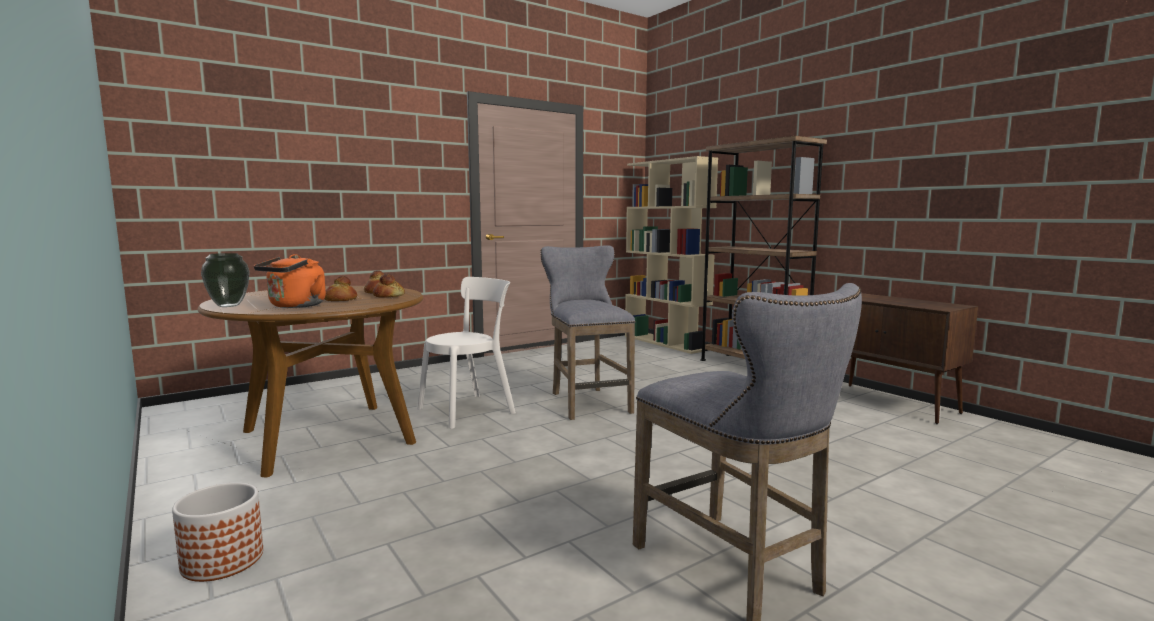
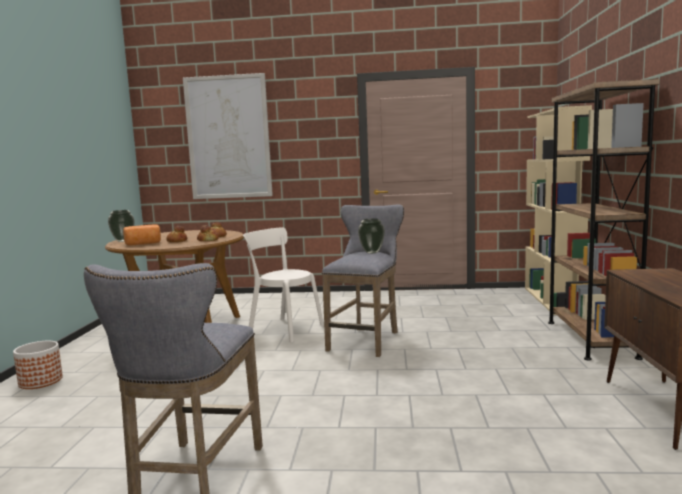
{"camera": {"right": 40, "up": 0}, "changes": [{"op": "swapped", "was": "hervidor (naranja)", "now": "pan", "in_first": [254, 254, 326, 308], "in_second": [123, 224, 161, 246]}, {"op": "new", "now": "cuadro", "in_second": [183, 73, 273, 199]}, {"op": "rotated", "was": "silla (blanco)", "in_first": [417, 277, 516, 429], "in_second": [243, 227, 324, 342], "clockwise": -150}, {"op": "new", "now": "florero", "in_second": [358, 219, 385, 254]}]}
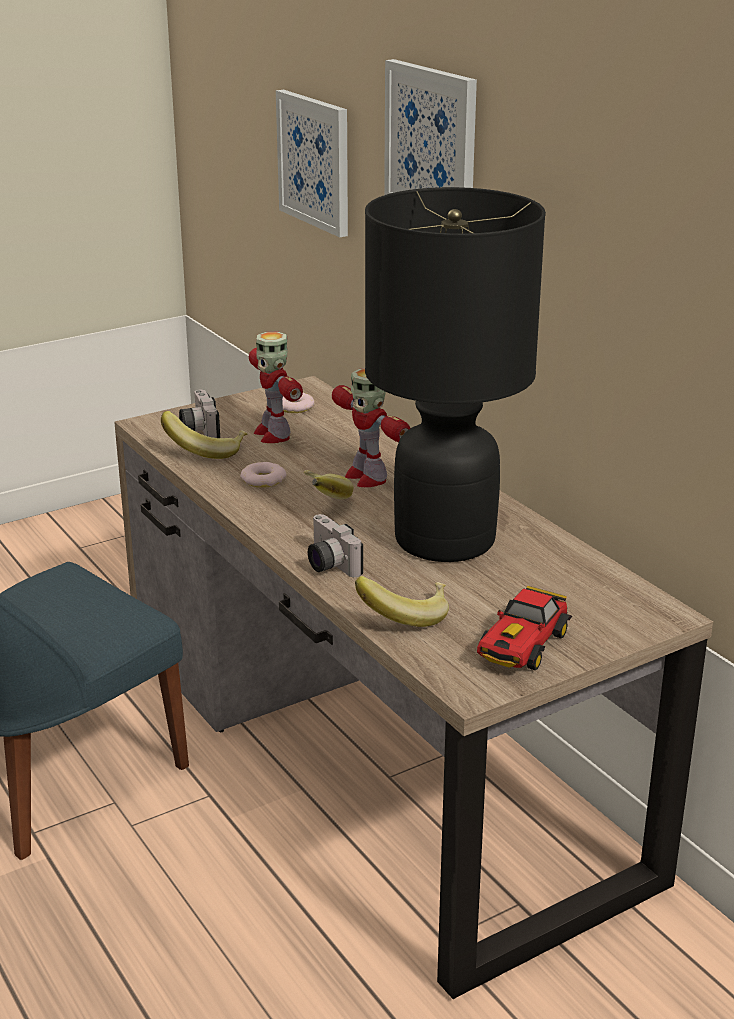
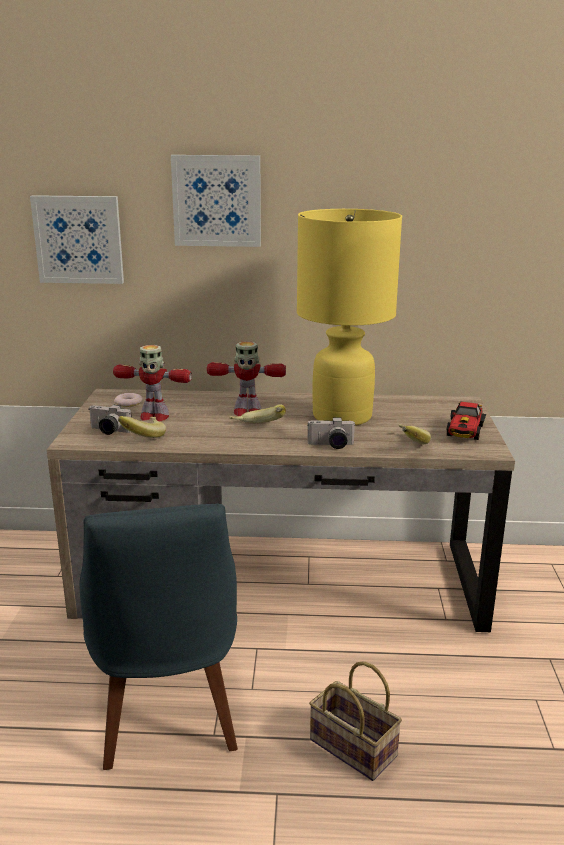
{"camera": {"right": -55, "up": -5}, "changes": [{"op": "repainted", "was": "lámpara de mesa (negro)", "now": "lámpara de mesa (amarillo)", "in_first": [365, 187, 546, 562], "in_second": [297, 209, 402, 426]}, {"op": "new", "now": "cesta", "in_second": [309, 661, 402, 781]}, {"op": "rotated", "was": "coche de juguete", "in_first": [477, 586, 572, 670], "in_second": [446, 402, 486, 440], "clockwise": 45}, {"op": "gone", "was": "rosquilla", "in_first": [240, 462, 287, 488]}]}
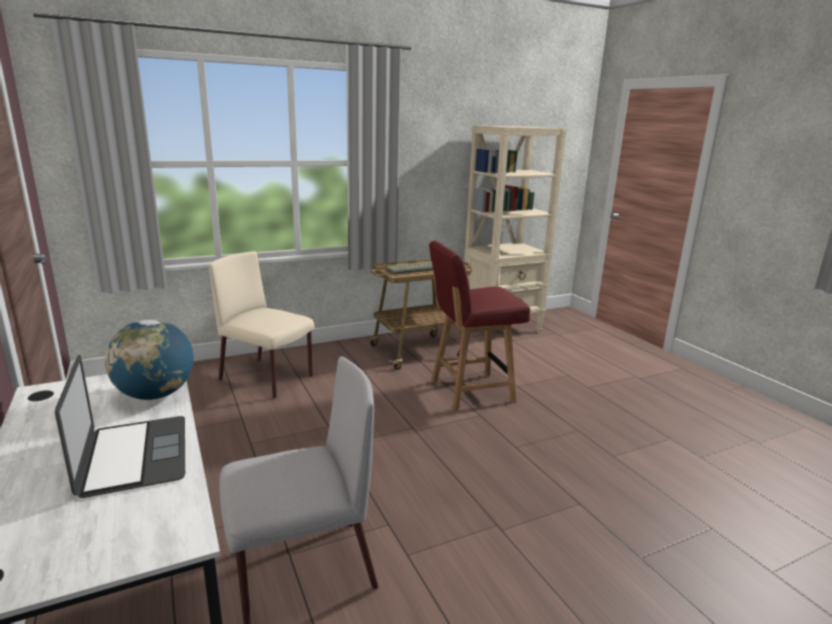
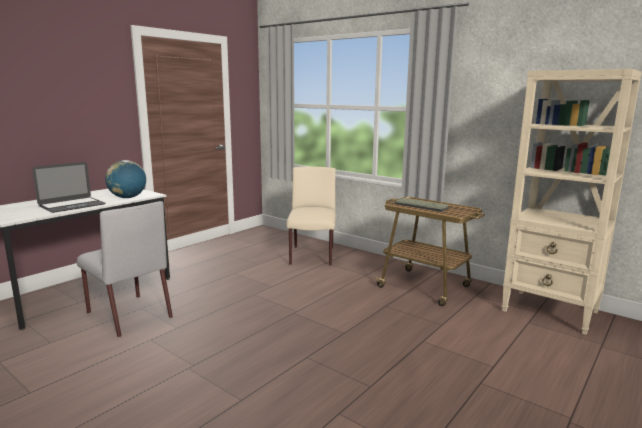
{"camera": {"right": 65, "up": -5}, "changes": [{"op": "gone", "was": "silla (rojo)", "in_first": [429, 241, 530, 411]}]}
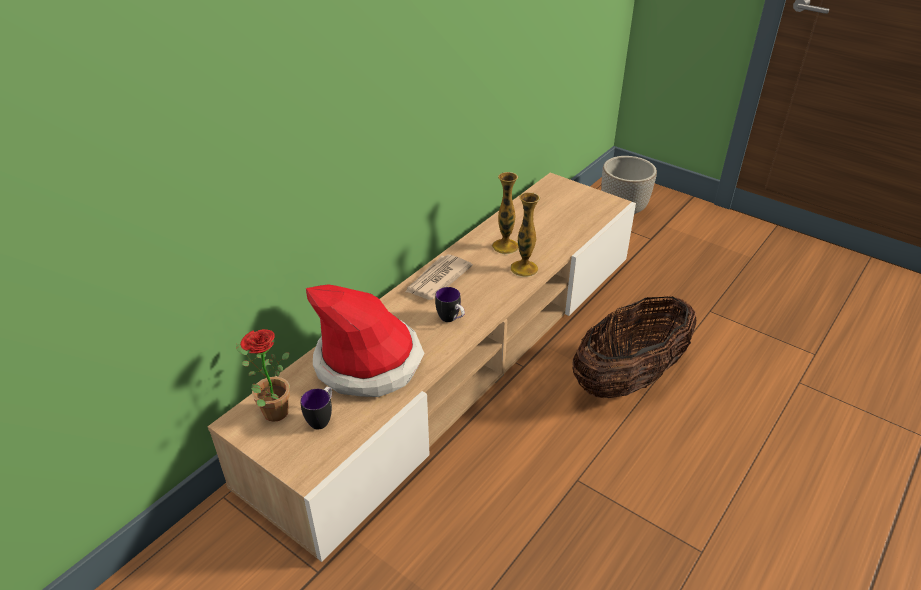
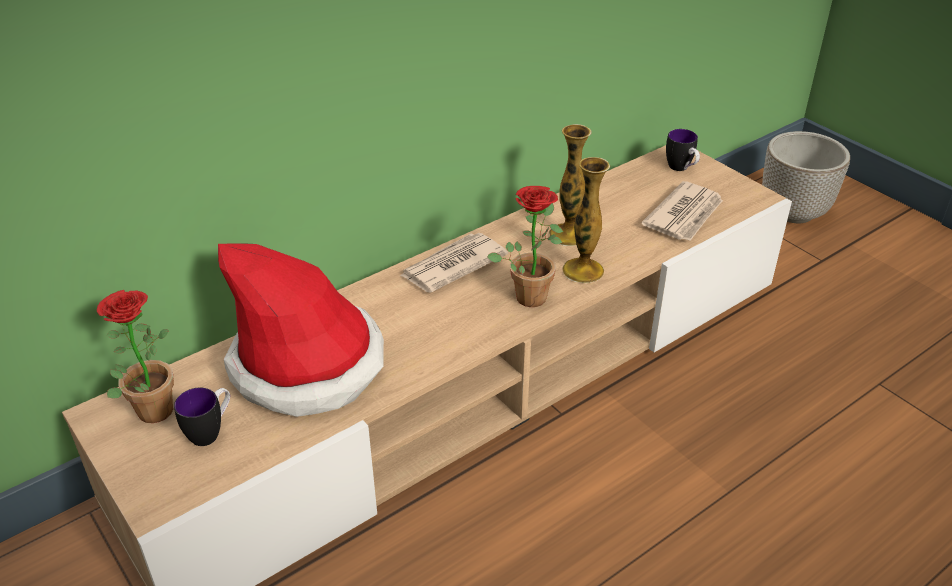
{"camera": {"right": 15, "up": 0}, "changes": [{"op": "new", "now": "planta en maceta", "in_second": [487, 186, 563, 307]}, {"op": "new", "now": "periódico", "in_second": [642, 181, 723, 241]}, {"op": "shifted", "was": "taza grande", "in_first": [435, 287, 465, 322], "in_second": [666, 129, 700, 171]}, {"op": "gone", "was": "cesta", "in_first": [572, 296, 696, 398]}]}
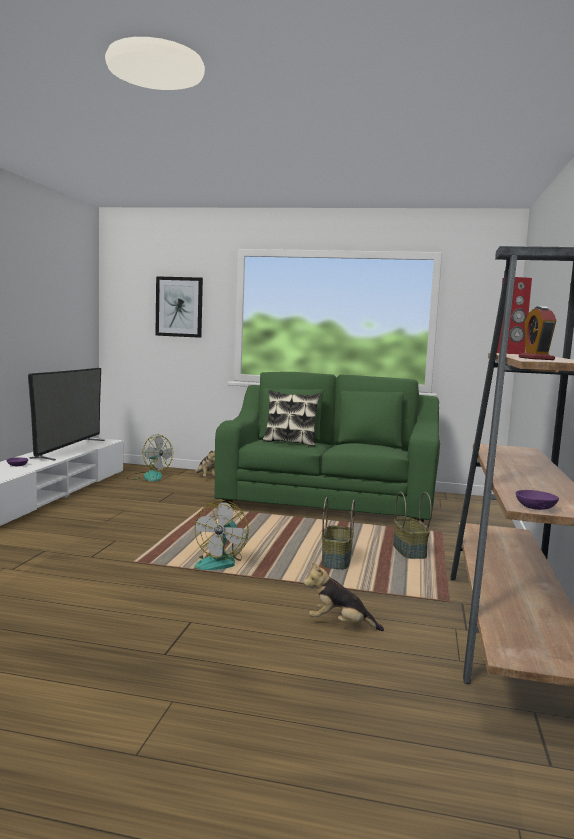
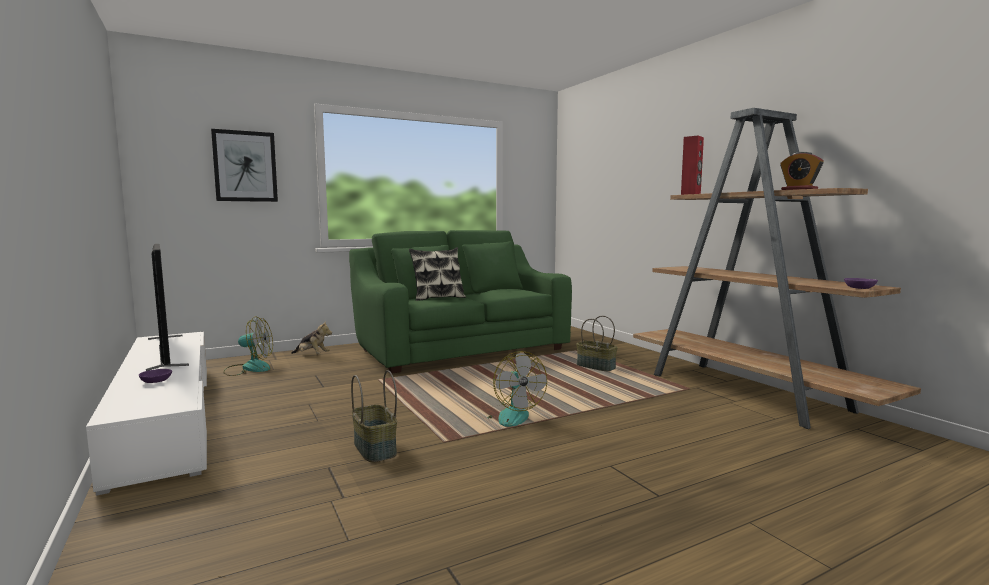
{"camera": {"right": -40, "up": 0}, "changes": [{"op": "shifted", "was": "cesta", "in_first": [322, 497, 355, 570], "in_second": [351, 370, 397, 462]}, {"op": "gone", "was": "peluche", "in_first": [303, 562, 384, 631]}]}
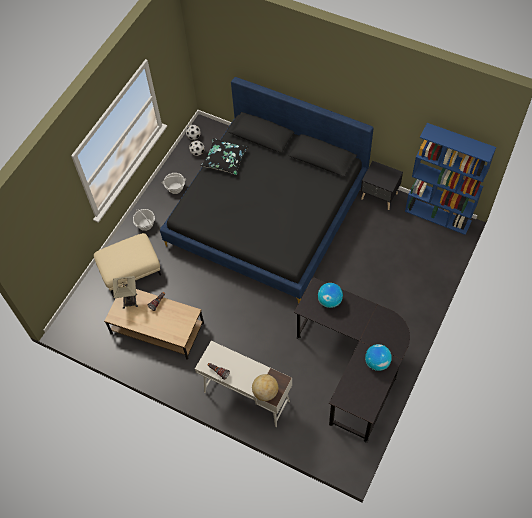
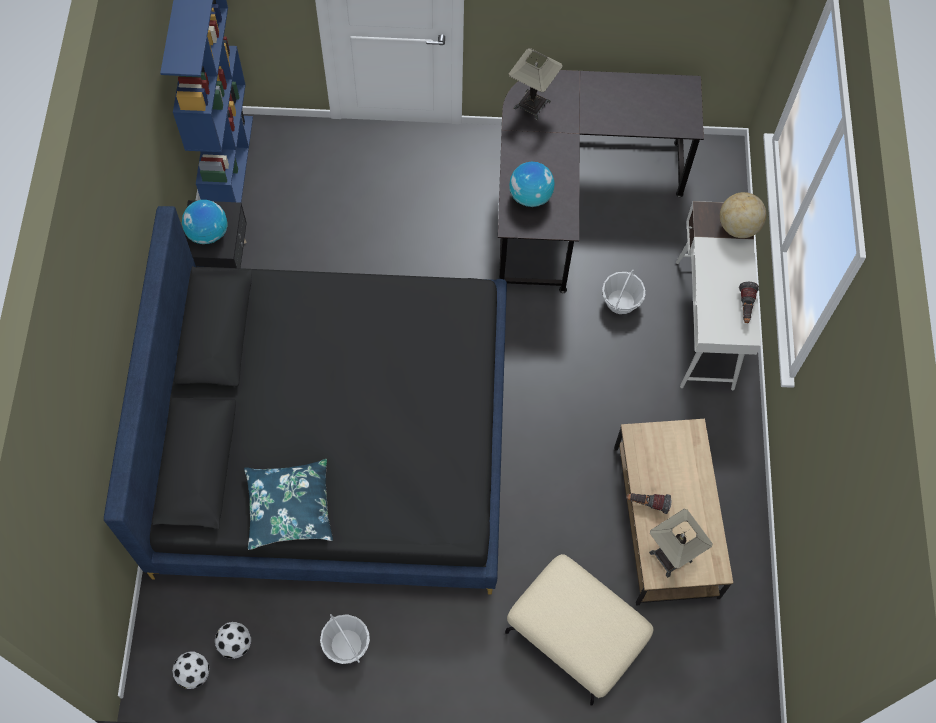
{"camera": {"right": -120, "up": 5}, "changes": [{"op": "shifted", "was": "globo terráqueo", "in_first": [365, 344, 392, 371], "in_second": [182, 200, 227, 244]}, {"op": "repainted", "was": "cojín (negro)", "now": "cojín (azul)", "in_first": [201, 138, 249, 175], "in_second": [244, 459, 333, 550]}, {"op": "new", "now": "lámpara de mesa", "in_second": [509, 48, 563, 120]}, {"op": "shifted", "was": "cesta", "in_first": [133, 209, 155, 231], "in_second": [602, 270, 645, 314]}]}
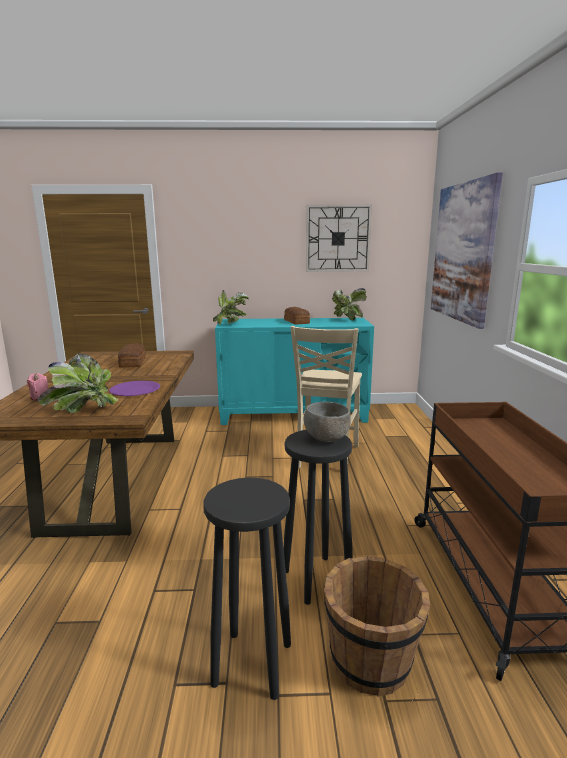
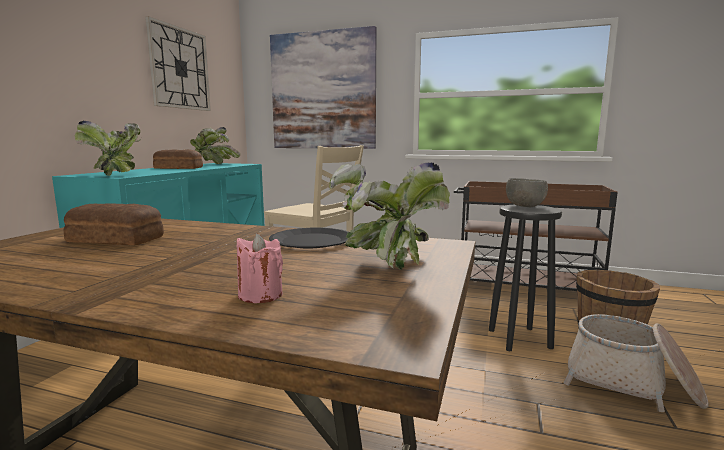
{"camera": {"right": -70, "up": -5}, "changes": [{"op": "repainted", "was": "plato (morado)", "now": "plato (negro)", "in_first": [109, 381, 160, 396], "in_second": [269, 228, 348, 248]}, {"op": "swapped", "was": "taburete (negro)", "now": "cesta", "in_first": [204, 478, 291, 700], "in_second": [564, 314, 709, 412]}]}
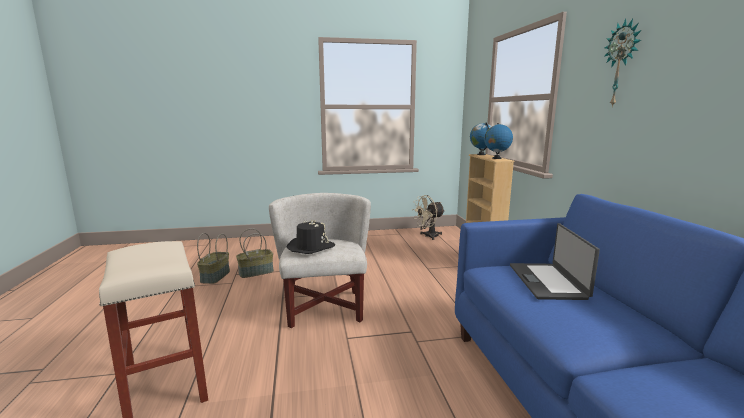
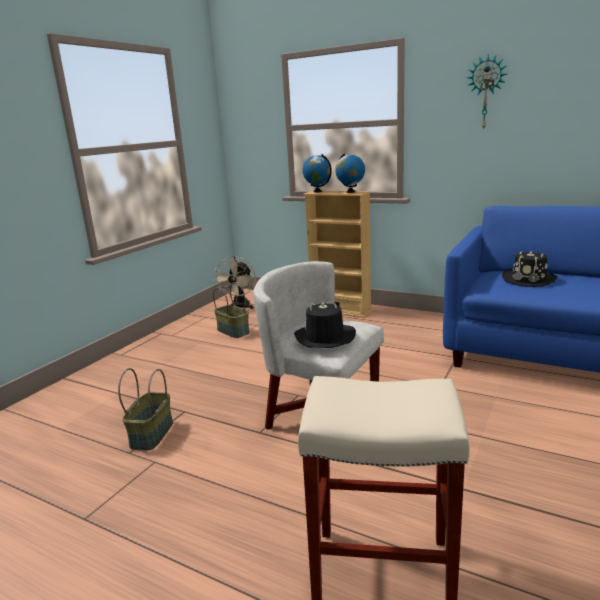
{"camera": {"right": -50, "up": 5}, "changes": [{"op": "shifted", "was": "cesta", "in_first": [197, 233, 230, 284], "in_second": [213, 282, 250, 338]}, {"op": "swapped", "was": "portátil", "now": "sombrero (negro)", "in_first": [510, 223, 600, 300], "in_second": [502, 251, 558, 287]}]}
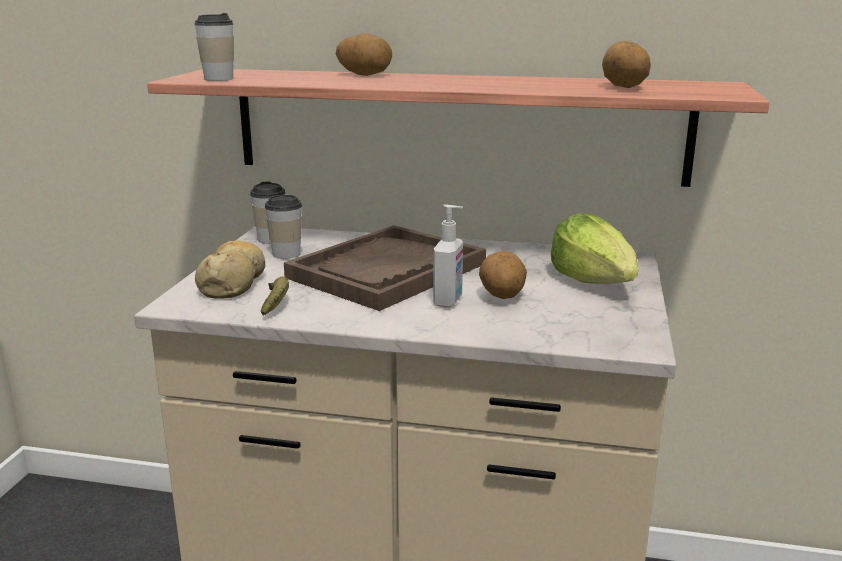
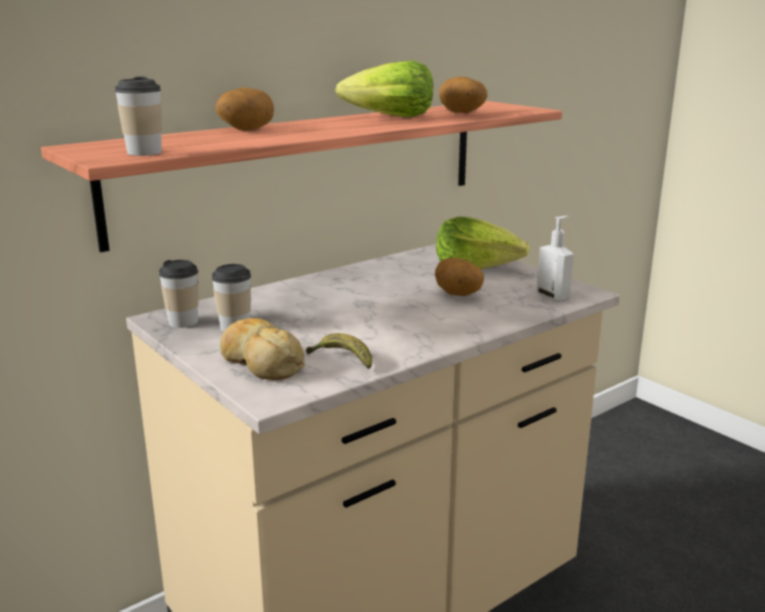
{"camera": {"right": -50, "up": 0}, "changes": [{"op": "new", "now": "lechuga", "in_second": [335, 61, 433, 117]}, {"op": "shifted", "was": "dispensador de jabón", "in_first": [433, 204, 463, 308], "in_second": [537, 216, 574, 302]}, {"op": "gone", "was": "bandeja (marrón)", "in_first": [284, 225, 486, 311]}]}
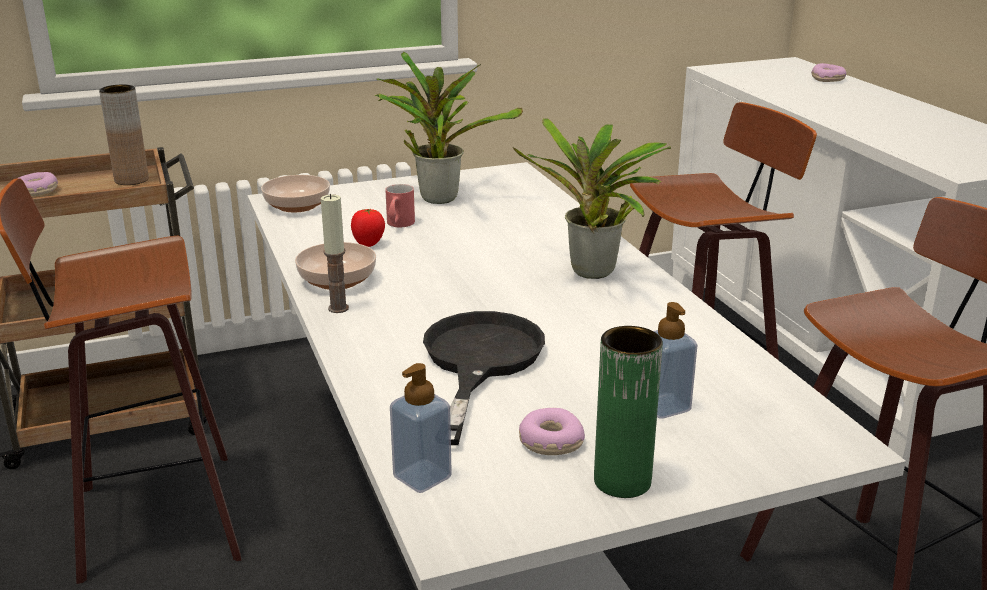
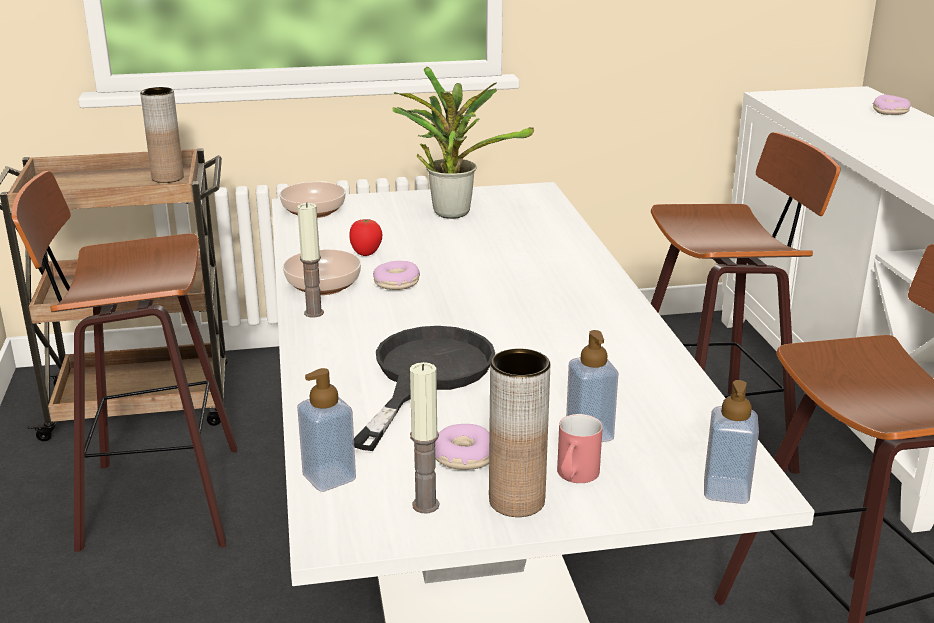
{"camera": {"right": 10, "up": 0}, "changes": [{"op": "shifted", "was": "rosquilla", "in_first": [17, 172, 58, 196], "in_second": [373, 261, 420, 290]}, {"op": "new", "now": "vela", "in_second": [410, 362, 439, 513]}, {"op": "repainted", "was": "florero (verde)", "now": "florero (marrón)", "in_first": [594, 326, 663, 498], "in_second": [489, 349, 550, 517]}, {"op": "shifted", "was": "taza grande (rojo)", "in_first": [385, 184, 415, 227], "in_second": [557, 414, 603, 483]}, {"op": "new", "now": "dispensador de jabón", "in_second": [704, 380, 759, 504]}, {"op": "gone", "was": "planta en maceta", "in_first": [513, 118, 671, 279]}]}
